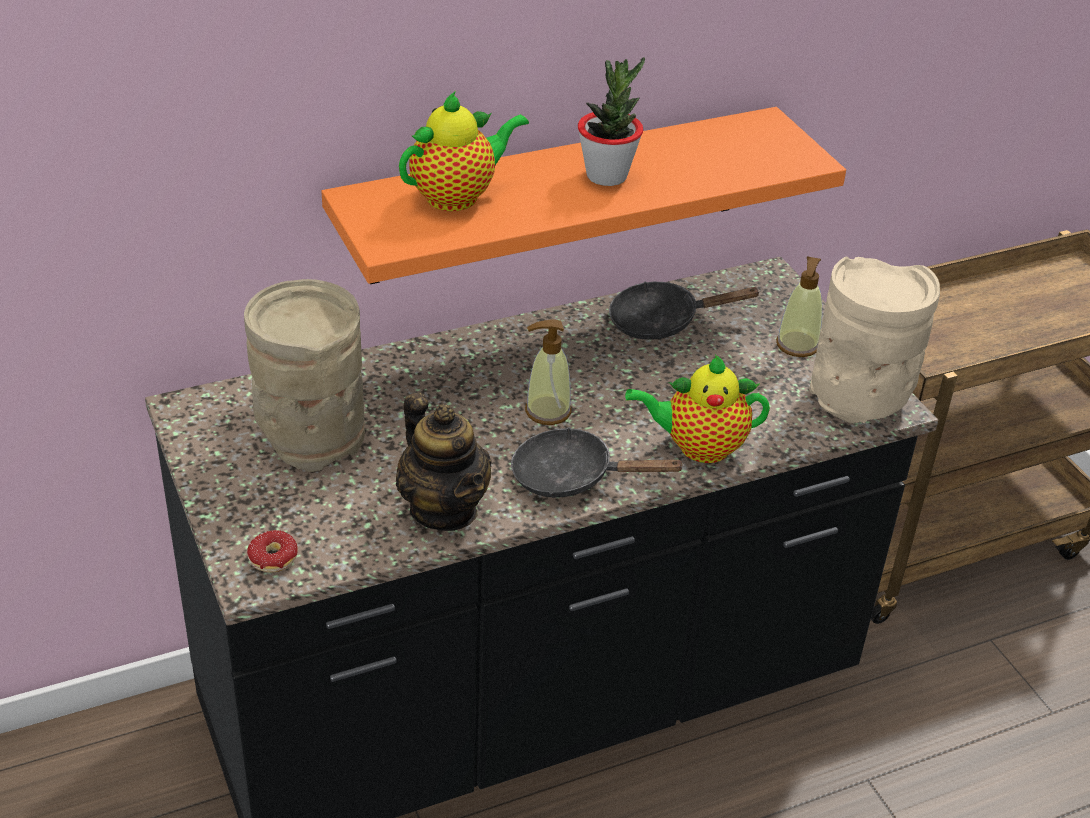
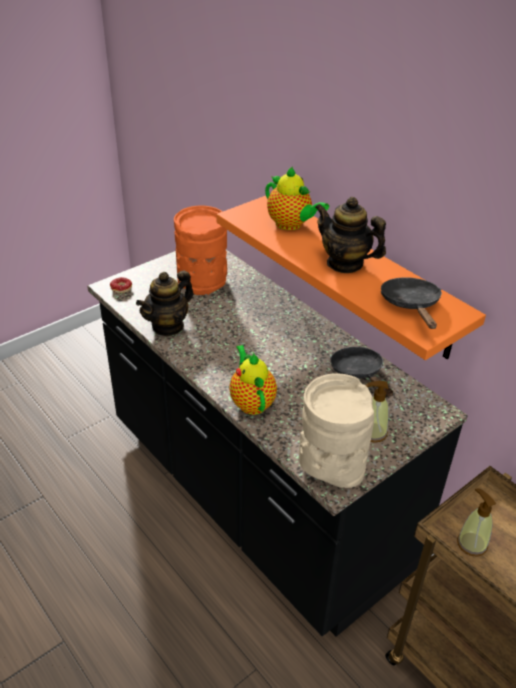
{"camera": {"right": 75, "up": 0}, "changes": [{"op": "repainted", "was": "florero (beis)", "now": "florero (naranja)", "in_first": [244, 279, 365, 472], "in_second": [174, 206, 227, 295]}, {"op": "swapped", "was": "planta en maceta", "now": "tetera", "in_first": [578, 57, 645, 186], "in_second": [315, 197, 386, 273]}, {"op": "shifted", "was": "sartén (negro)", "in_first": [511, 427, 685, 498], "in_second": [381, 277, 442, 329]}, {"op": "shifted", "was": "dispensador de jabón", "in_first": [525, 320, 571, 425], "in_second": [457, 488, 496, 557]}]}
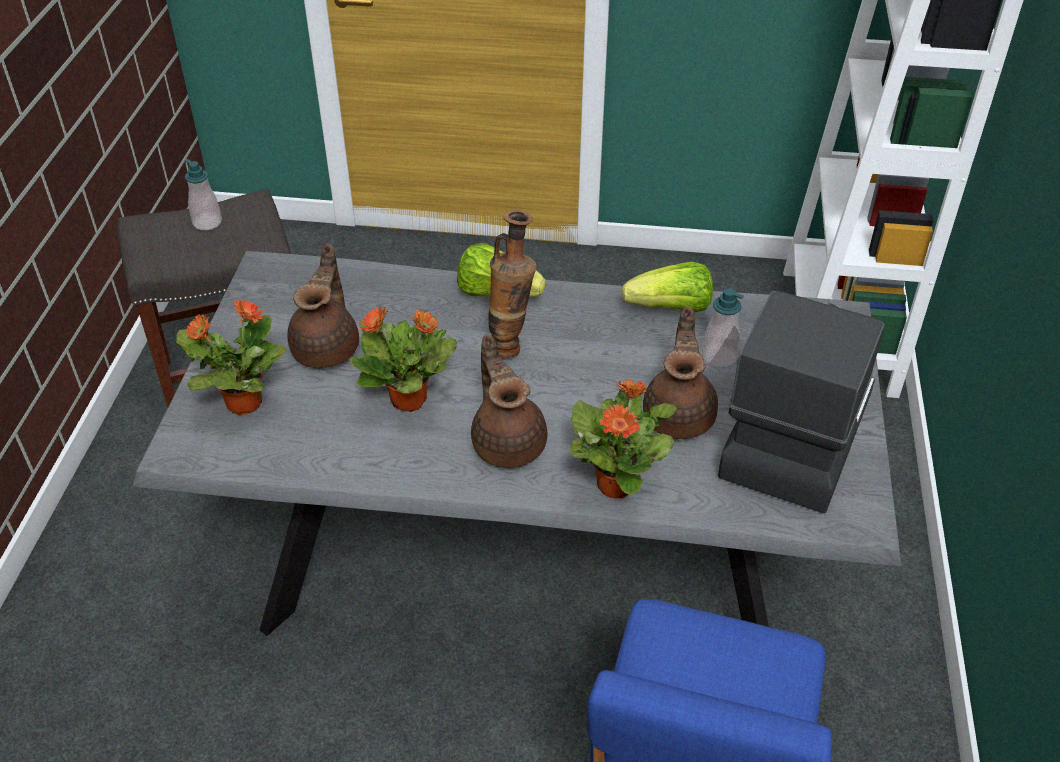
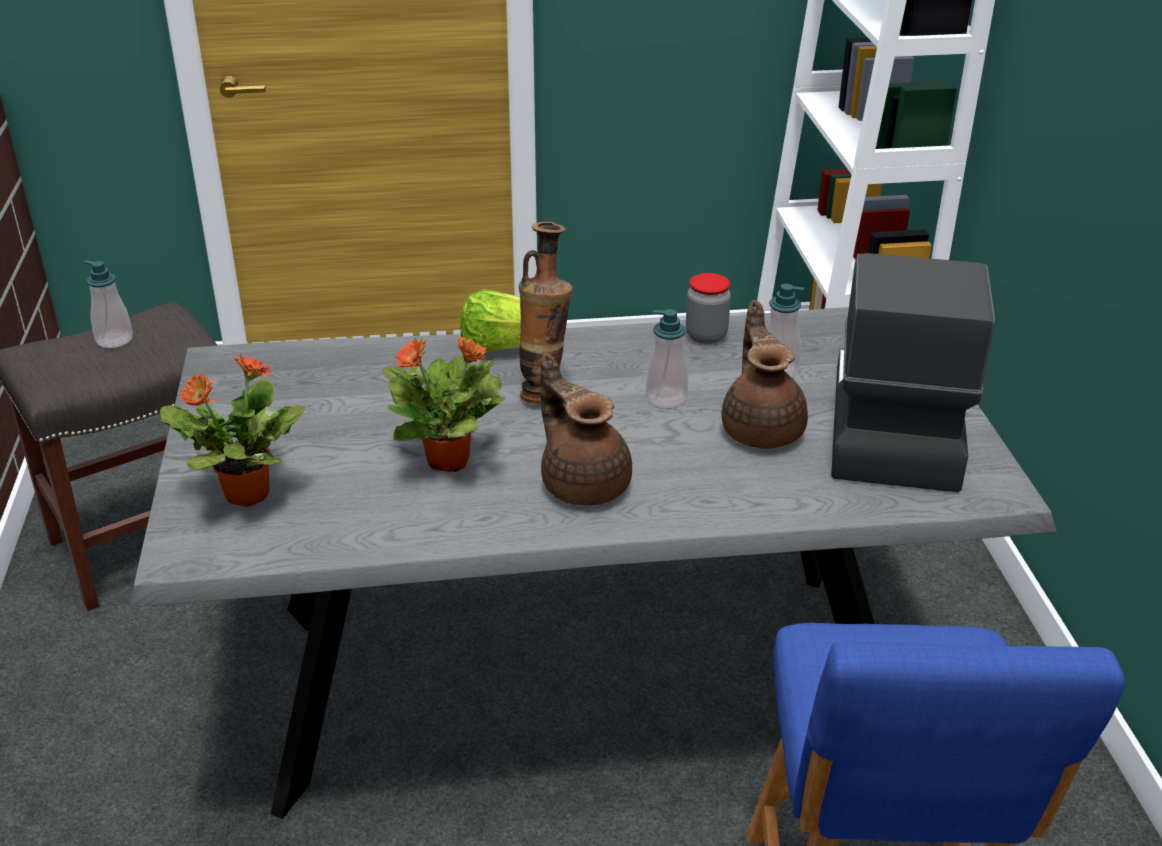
{"camera": {"right": -15, "up": -10}, "changes": [{"op": "new", "now": "dispensador de jabón", "in_second": [646, 309, 688, 408]}, {"op": "swapped", "was": "lechuga", "now": "tarro", "in_first": [622, 262, 713, 312], "in_second": [686, 273, 731, 344]}, {"op": "gone", "was": "tetera (marrón)", "in_first": [287, 244, 359, 368]}, {"op": "gone", "was": "planta en maceta", "in_first": [570, 379, 677, 498]}]}
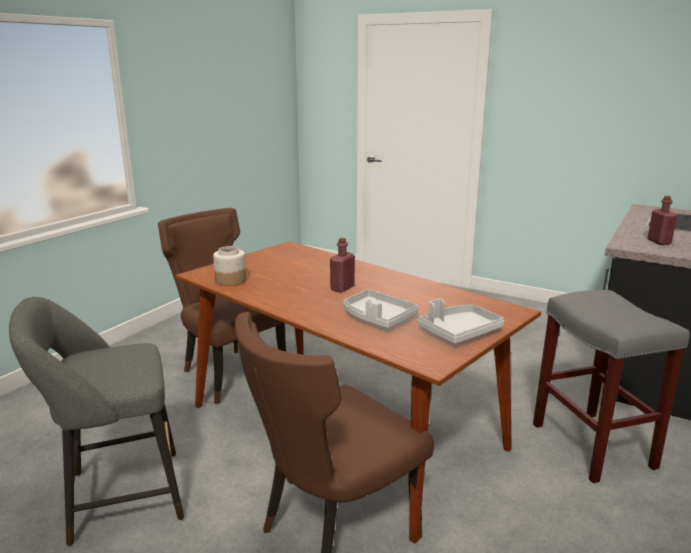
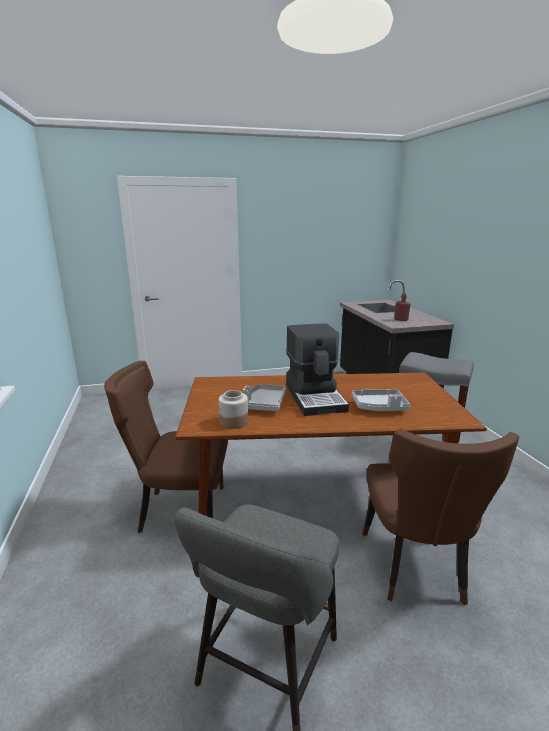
{"camera": {"right": -45, "up": 0}, "changes": [{"op": "shifted", "was": "bandeja (gris)", "in_first": [418, 299, 504, 344], "in_second": [243, 384, 286, 411]}, {"op": "swapped", "was": "botella (rojo)", "now": "cafetera", "in_first": [330, 238, 355, 293], "in_second": [286, 323, 349, 416]}]}
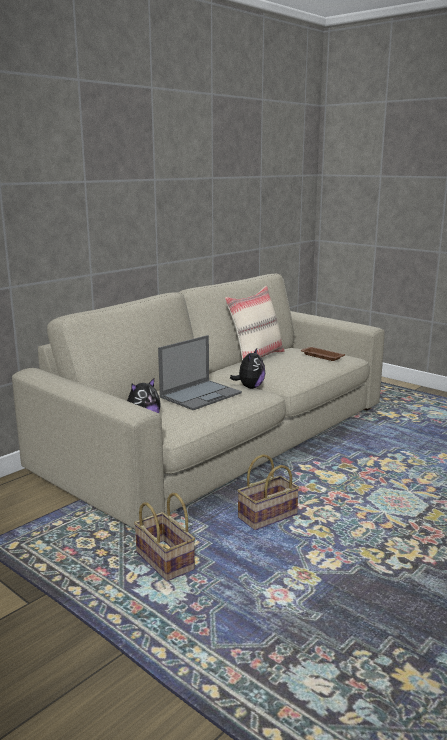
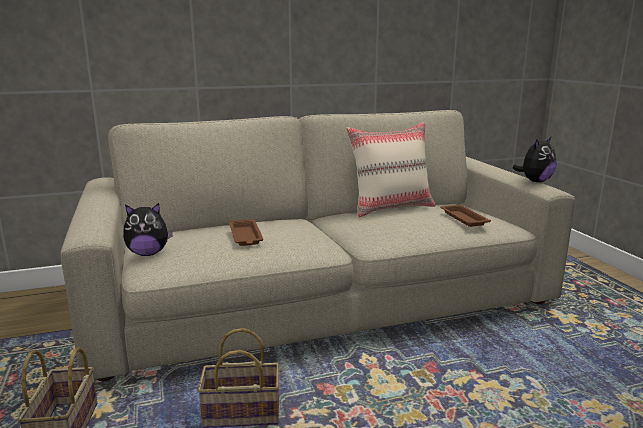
{"camera": {"right": 30, "up": 0}, "changes": [{"op": "swapped", "was": "portátil", "now": "bandeja (marrón)", "in_first": [158, 335, 242, 410], "in_second": [229, 219, 263, 246]}, {"op": "shifted", "was": "peluche", "in_first": [230, 348, 265, 389], "in_second": [512, 137, 556, 182]}]}
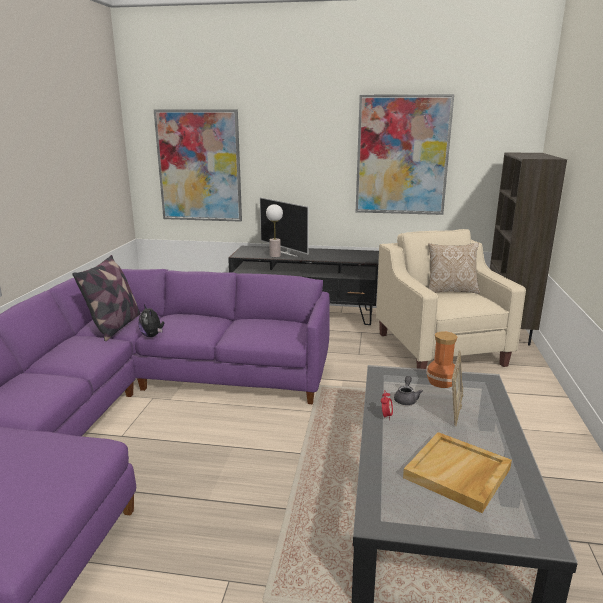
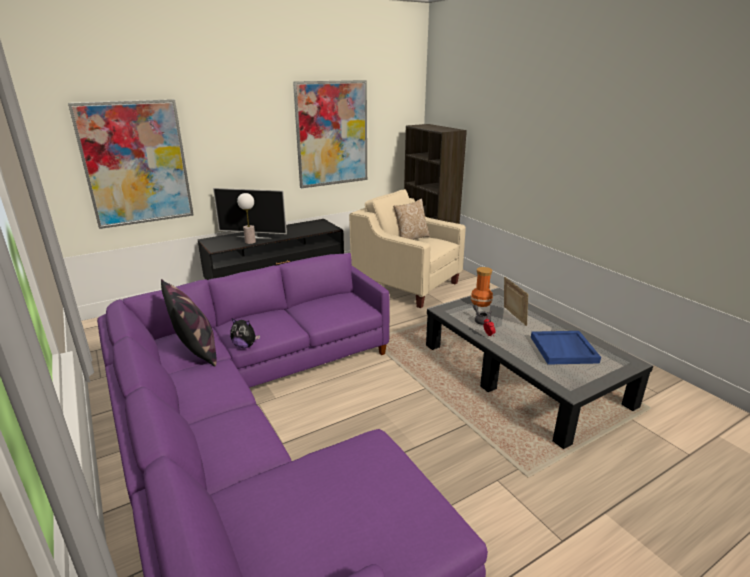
{"camera": {"right": -40, "up": 5}, "changes": [{"op": "repainted", "was": "bandeja (beis)", "now": "bandeja (azul)", "in_first": [403, 432, 512, 513], "in_second": [531, 331, 601, 365]}]}
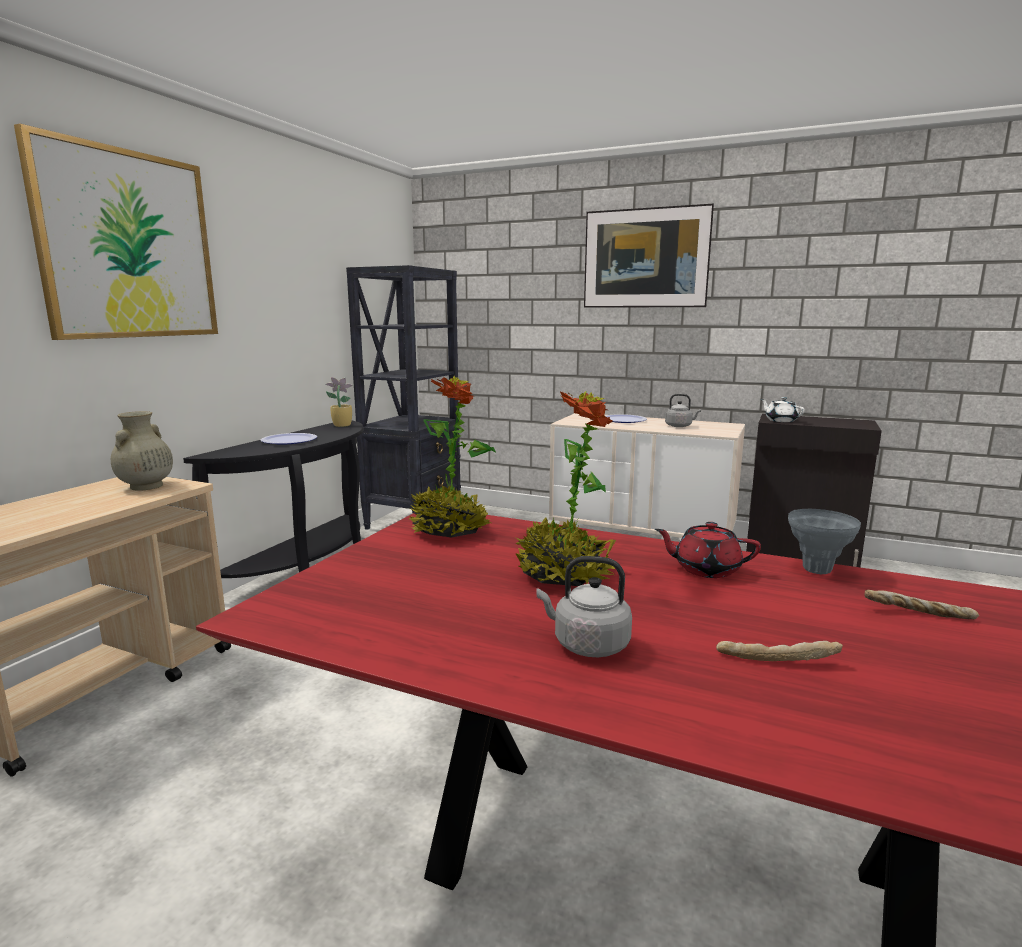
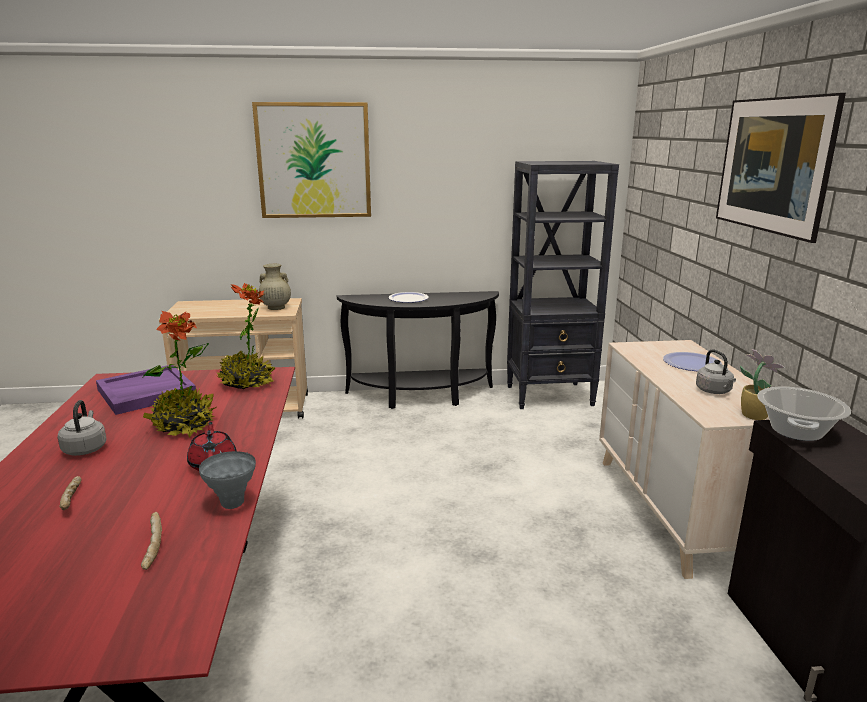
{"camera": {"right": 60, "up": 5}, "changes": [{"op": "new", "now": "bandeja (morado)", "in_second": [96, 365, 196, 415]}, {"op": "shifted", "was": "planta en maceta", "in_first": [325, 377, 353, 427], "in_second": [740, 349, 785, 420]}, {"op": "swapped", "was": "tetera (blanco)", "now": "olla", "in_first": [761, 397, 805, 422], "in_second": [757, 387, 851, 441]}]}
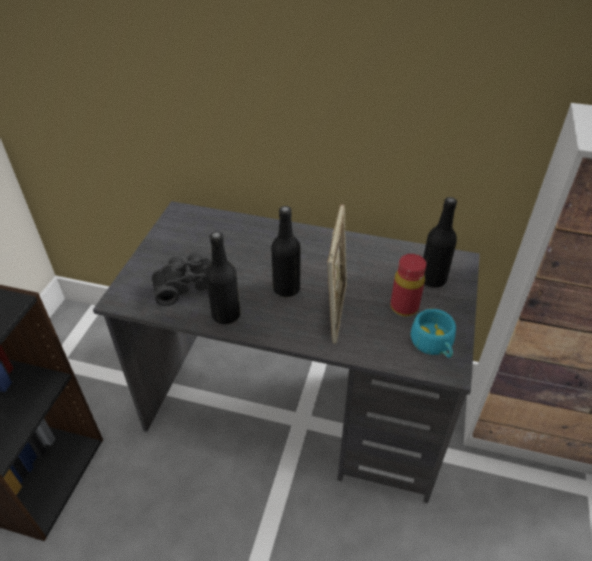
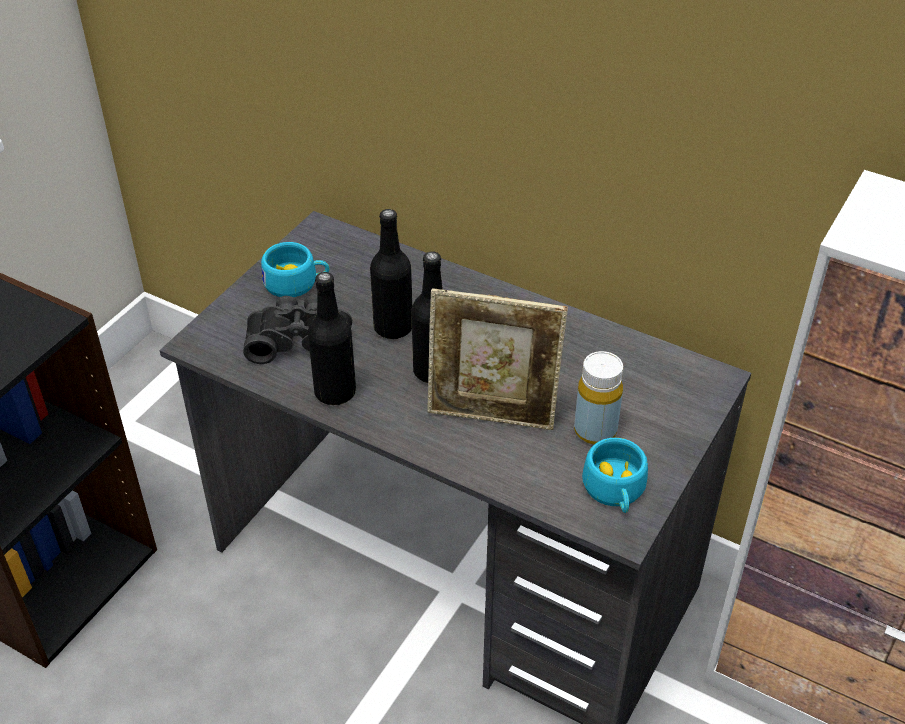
{"camera": {"right": 15, "up": 0}, "changes": [{"op": "new", "now": "taza (turquesa)", "in_second": [261, 242, 330, 297]}, {"op": "shifted", "was": "botella (negro)", "in_first": [423, 197, 457, 288], "in_second": [370, 209, 412, 339]}, {"op": "rotated", "was": "portarretratos", "in_first": [327, 204, 347, 344], "in_second": [428, 288, 568, 430], "clockwise": 75}, {"op": "repainted", "was": "botella (rojo)", "now": "botella (amarillo)", "in_first": [390, 254, 426, 317], "in_second": [574, 351, 623, 444]}]}
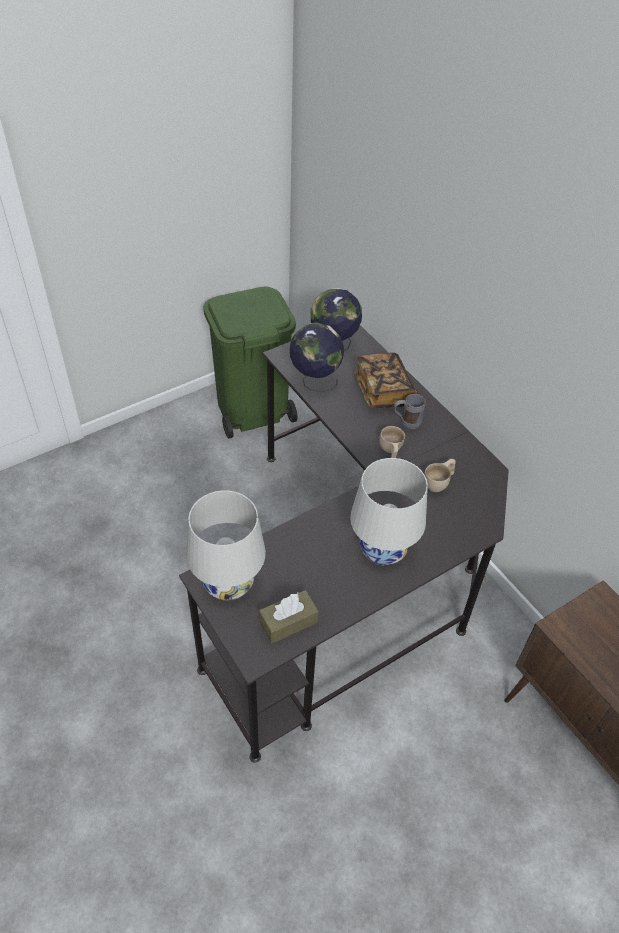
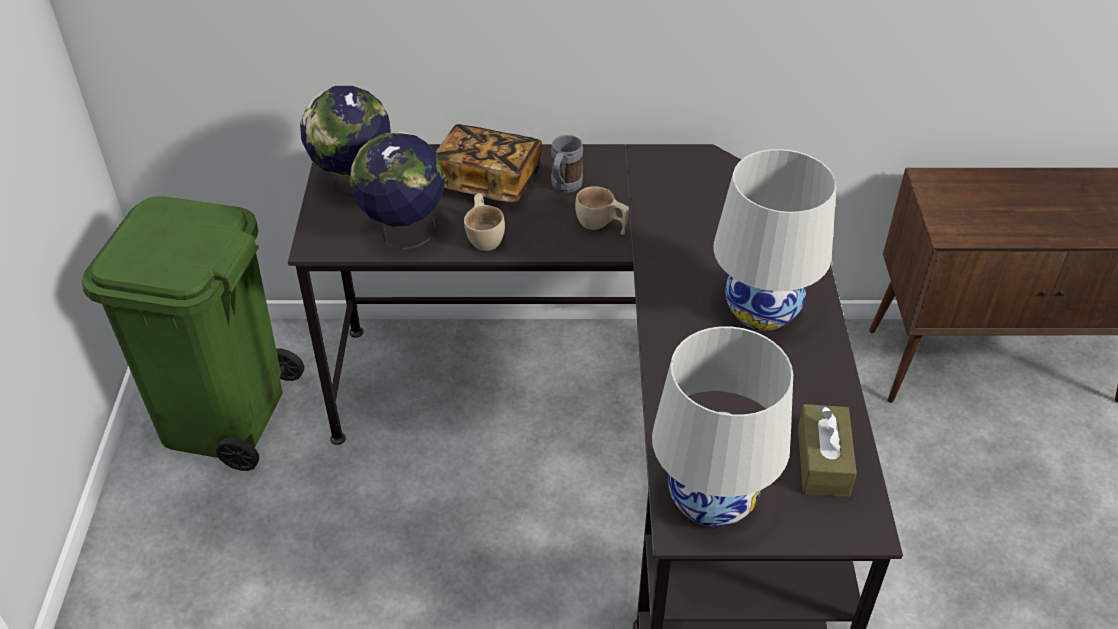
{"camera": {"right": -55, "up": -5}, "changes": [{"op": "shifted", "was": "taza (beis)", "in_first": [424, 459, 456, 492], "in_second": [464, 193, 505, 251]}]}
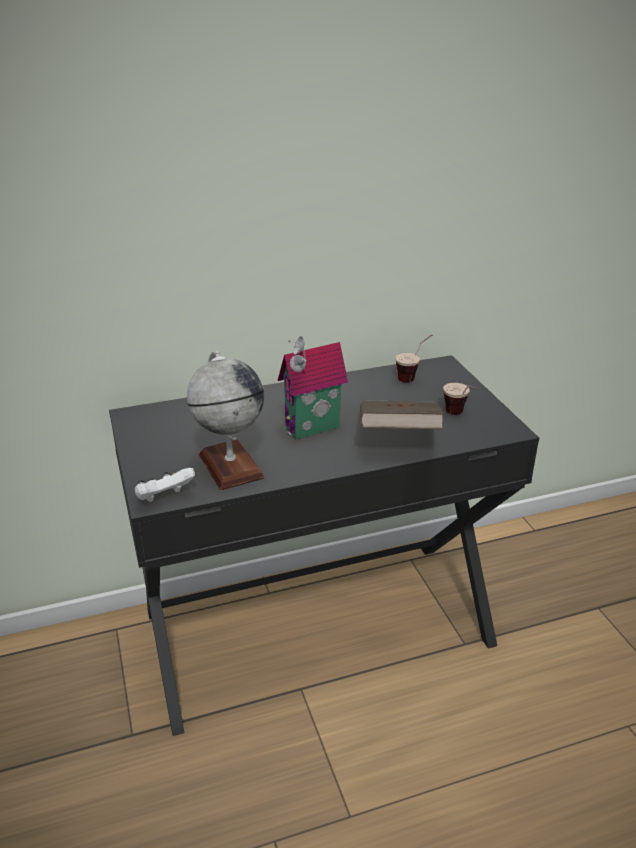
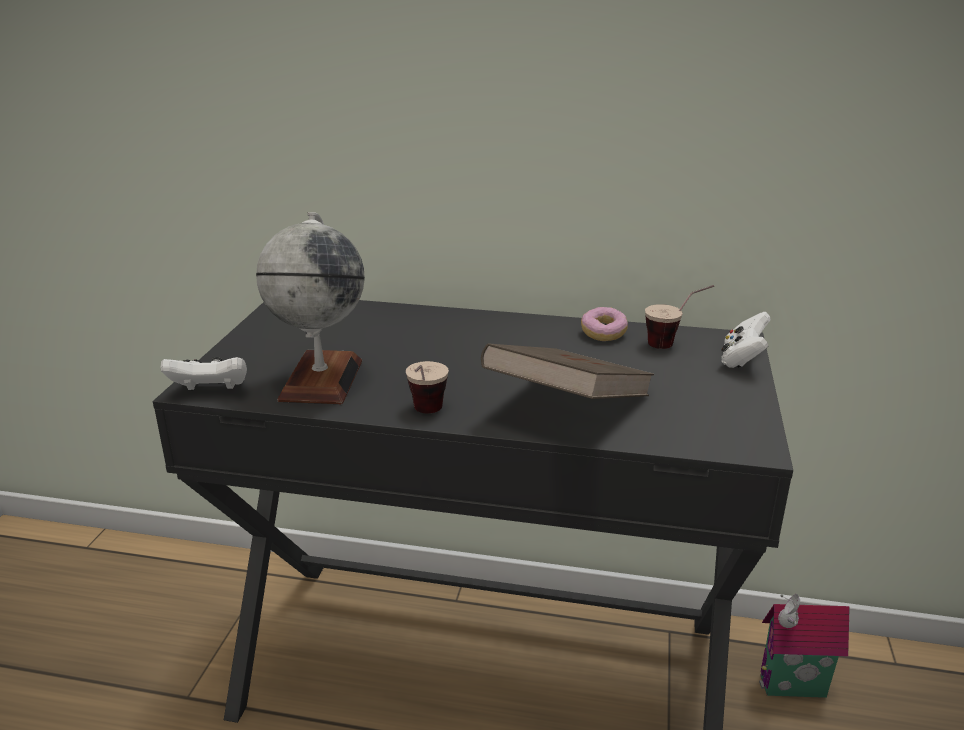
{"camera": {"right": 30, "up": -5}, "changes": [{"op": "shifted", "was": "taza", "in_first": [443, 383, 478, 415], "in_second": [406, 361, 449, 413]}, {"op": "new", "now": "rosquilla", "in_second": [581, 307, 628, 341]}, {"op": "new", "now": "mando de consola (blanco)", "in_second": [721, 312, 770, 368]}, {"op": "shifted", "was": "casita", "in_first": [277, 336, 348, 440], "in_second": [759, 594, 850, 698]}]}
